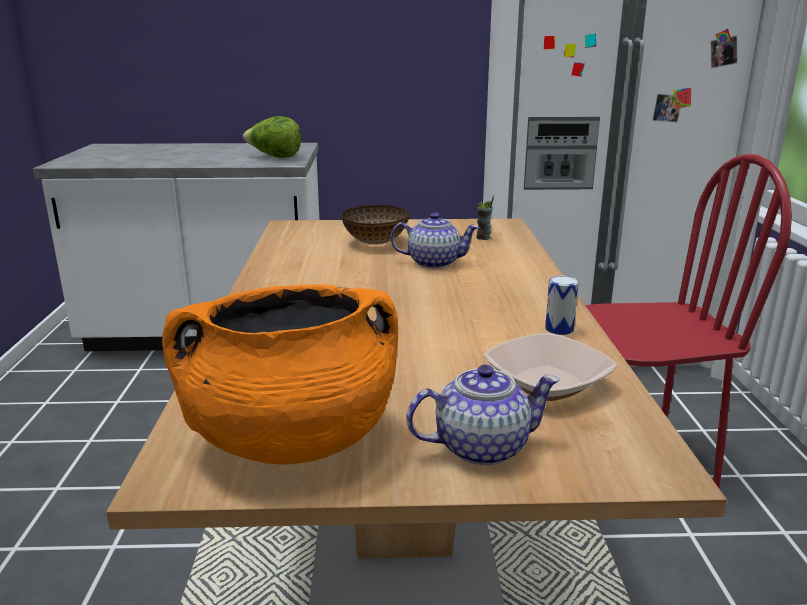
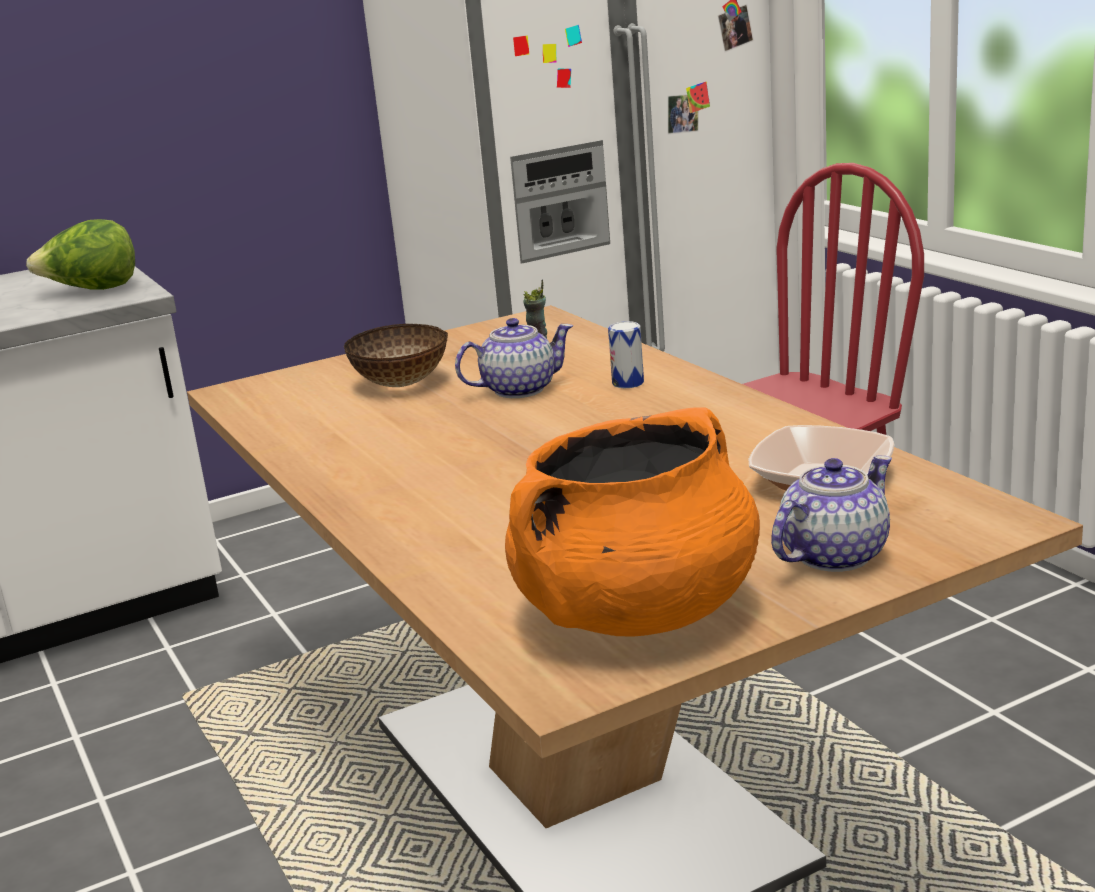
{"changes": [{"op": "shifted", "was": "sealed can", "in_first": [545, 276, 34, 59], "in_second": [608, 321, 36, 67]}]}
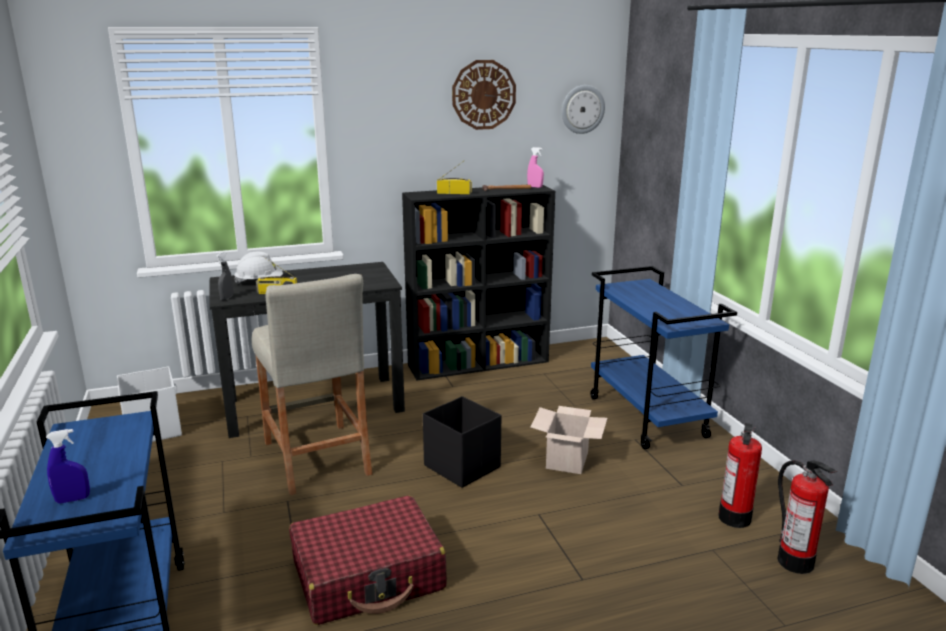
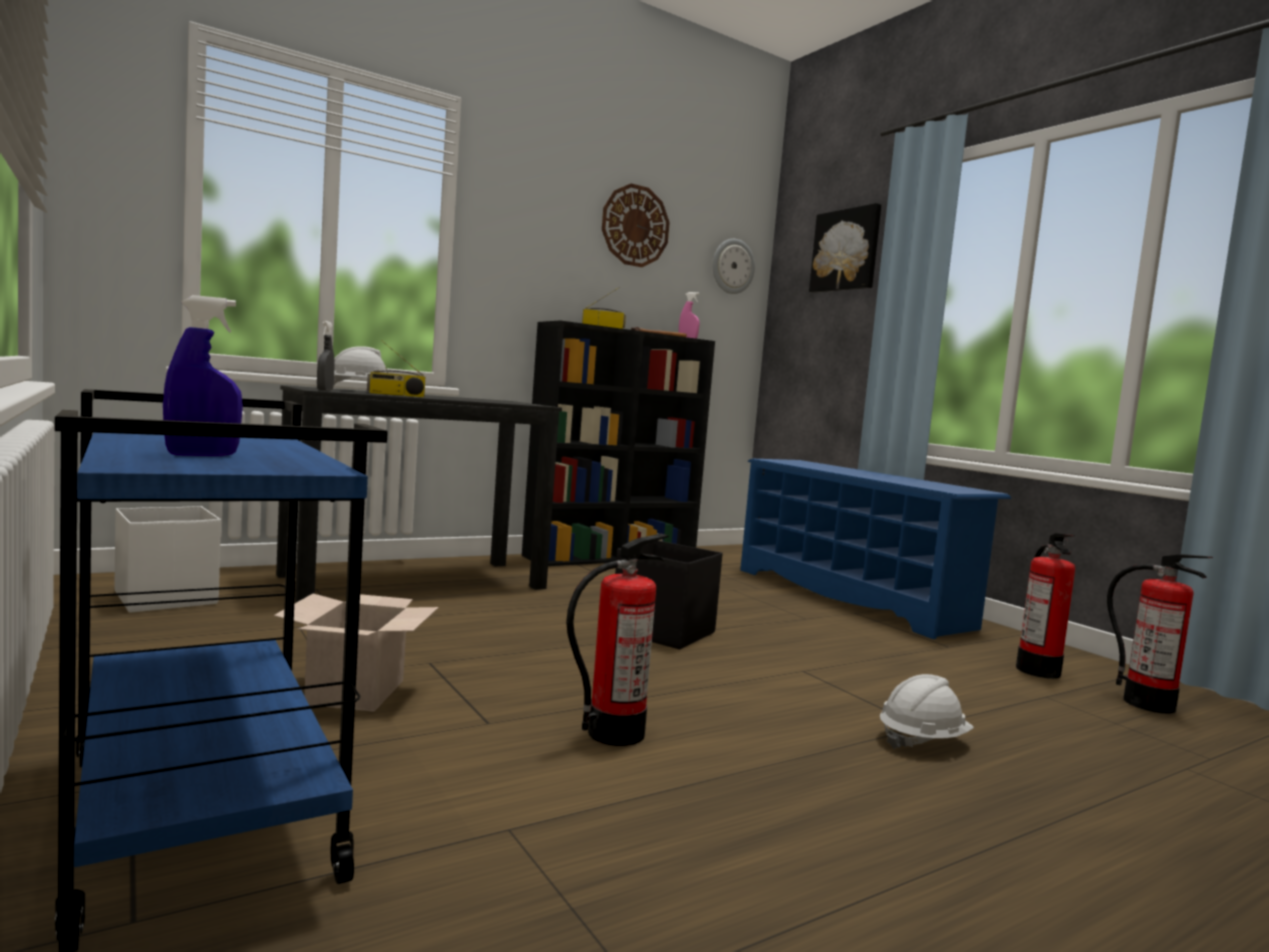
{"changes": [{"op": "gone", "was": "sand-coloured stool seat", "in_first": [252, 274, 120, 221]}, {"op": "new", "now": "wall picture", "in_second": [809, 203, 72, 90]}, {"op": "new", "now": "white hard hat", "in_second": [880, 674, 94, 75]}, {"op": "shifted", "was": "packing box", "in_first": [531, 406, 76, 68], "in_second": [274, 593, 165, 119]}, {"op": "swapped", "was": "red-coloured piece of luggage", "now": "extinguisher", "in_first": [289, 496, 158, 129], "in_second": [566, 534, 103, 212]}, {"op": "swapped", "was": "blue-coloured cart", "now": "blue-coloured shoe shelf", "in_first": [590, 266, 147, 183], "in_second": [740, 459, 271, 180]}]}
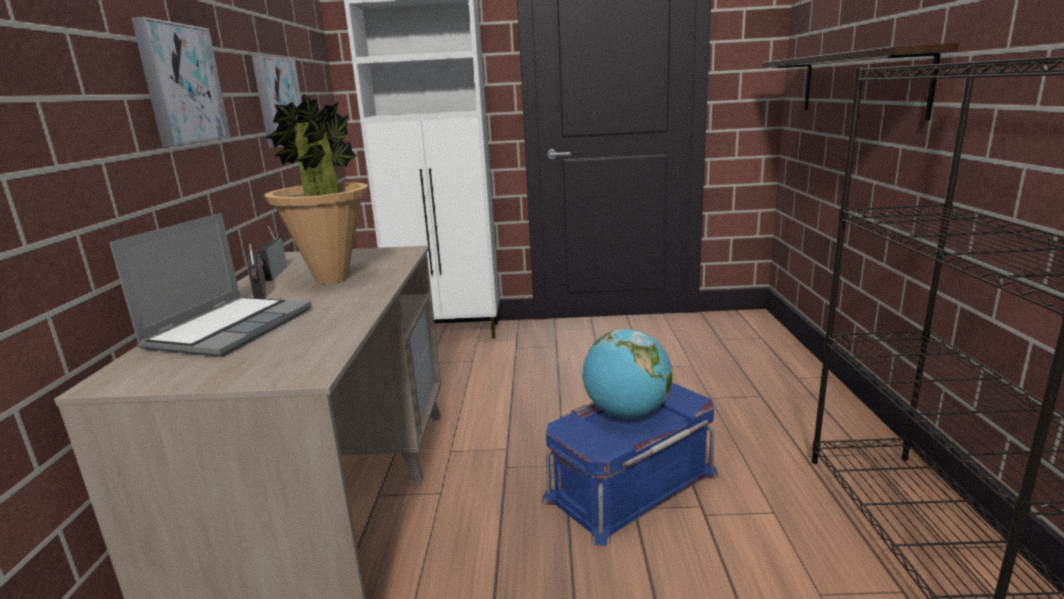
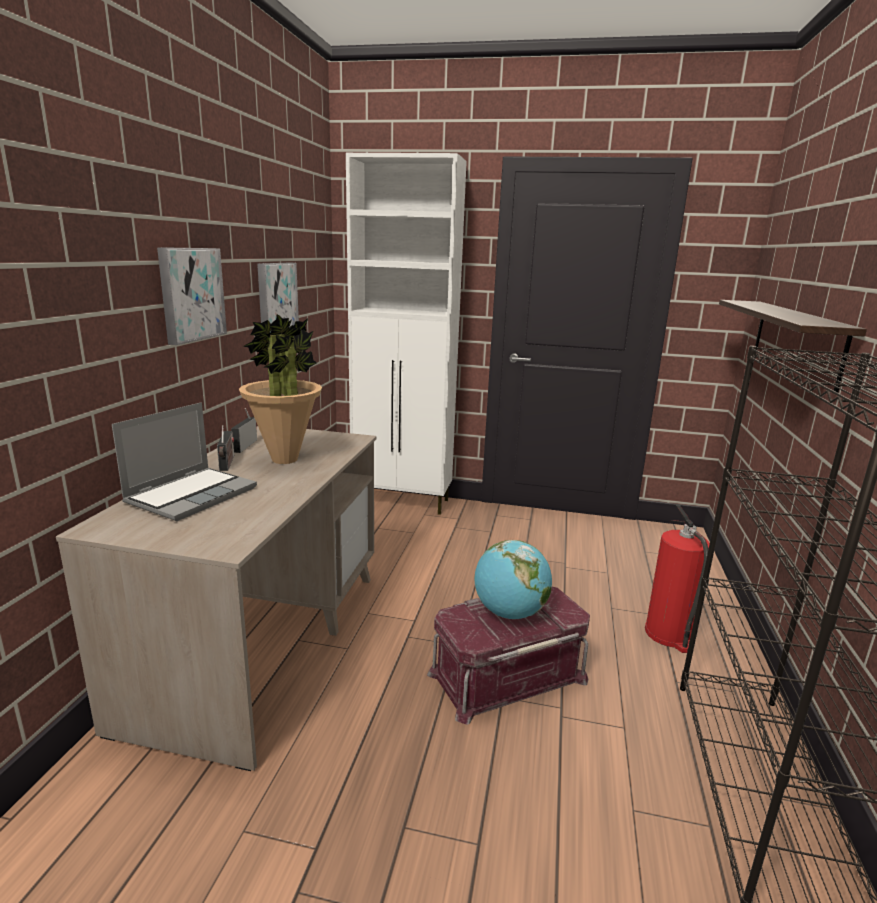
{"changes": [{"op": "new", "now": "extinguisher", "in_second": [645, 504, 65, 149]}, {"op": "repainted", "was": "blue-coloured storage box", "now": "red-coloured storage box", "in_first": [542, 383, 176, 163], "in_second": [427, 587, 163, 137]}]}
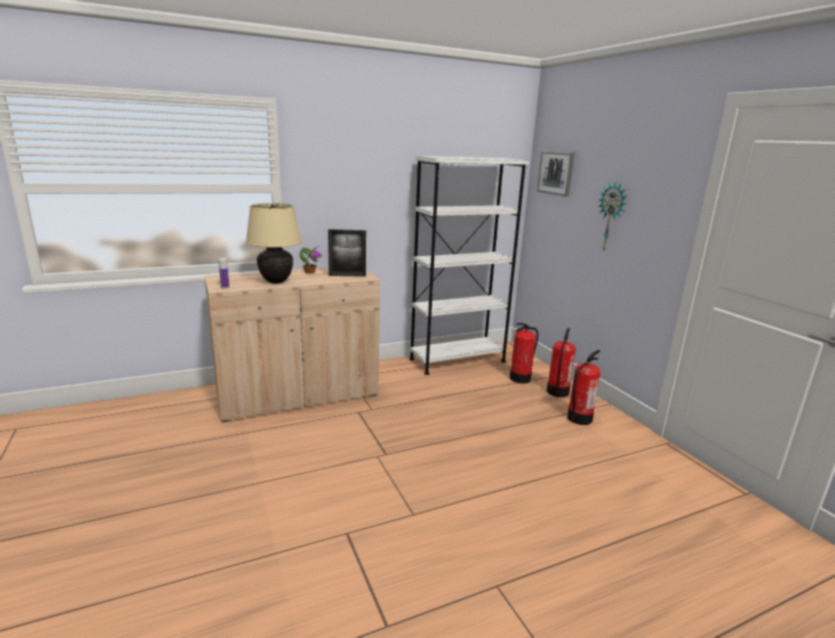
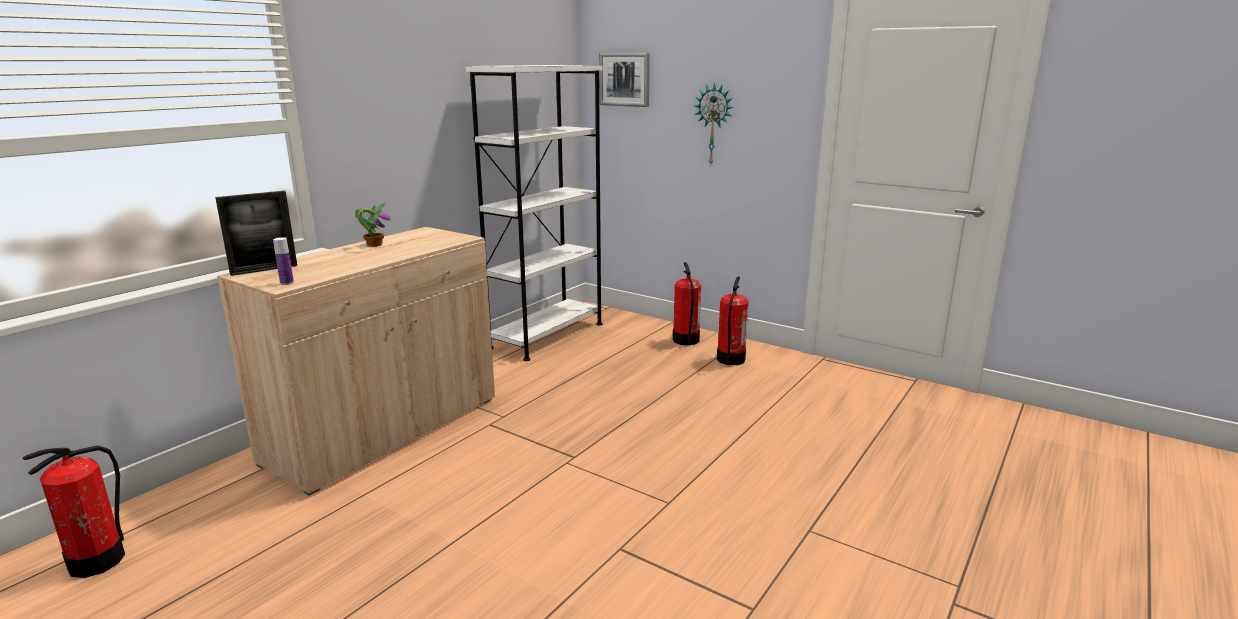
{"changes": [{"op": "gone", "was": "sand-coloured tabletop lamp", "in_first": [246, 203, 56, 81]}, {"op": "shifted", "was": "standing frame", "in_first": [328, 229, 38, 48], "in_second": [215, 191, 82, 85]}, {"op": "shifted", "was": "extinguisher", "in_first": [510, 323, 28, 61], "in_second": [22, 445, 103, 133]}]}
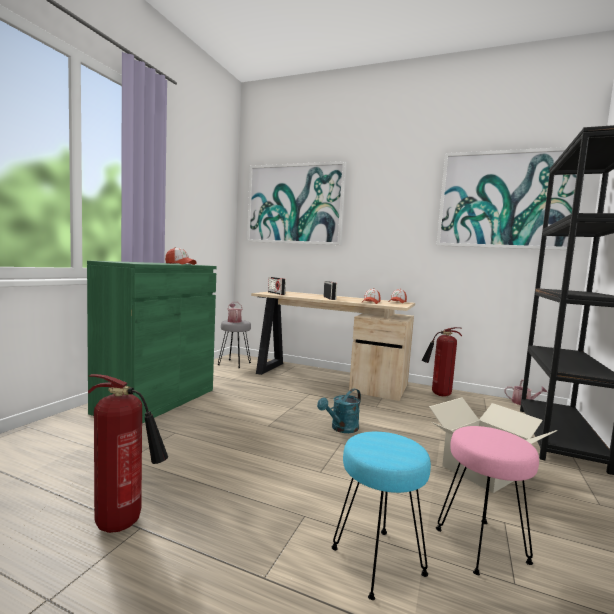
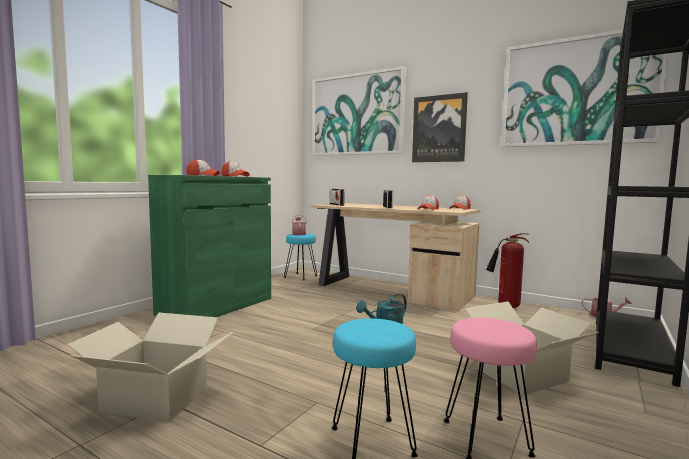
{"changes": [{"op": "new", "now": "baseball cap", "in_second": [186, 159, 34, 17]}, {"op": "new", "now": "wall picture", "in_second": [412, 92, 56, 70]}, {"op": "swapped", "was": "extinguisher", "now": "packing box", "in_first": [88, 374, 80, 159], "in_second": [67, 313, 166, 109]}, {"op": "repainted", "was": "gray stool seat", "now": "turquoise-coloured stool seat", "in_first": [218, 320, 33, 48], "in_second": [284, 234, 33, 46]}]}
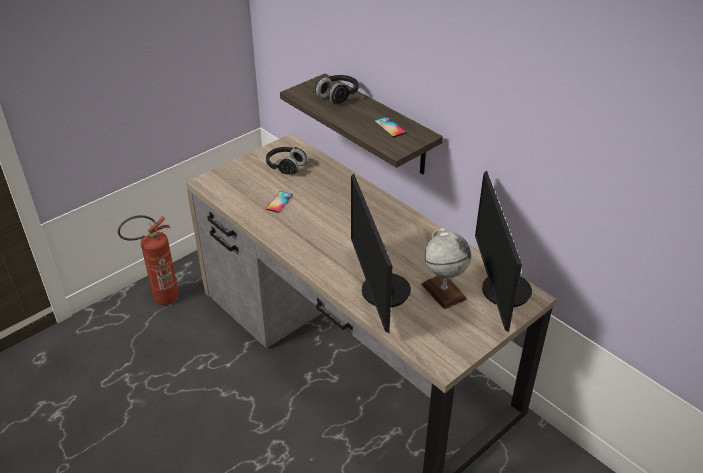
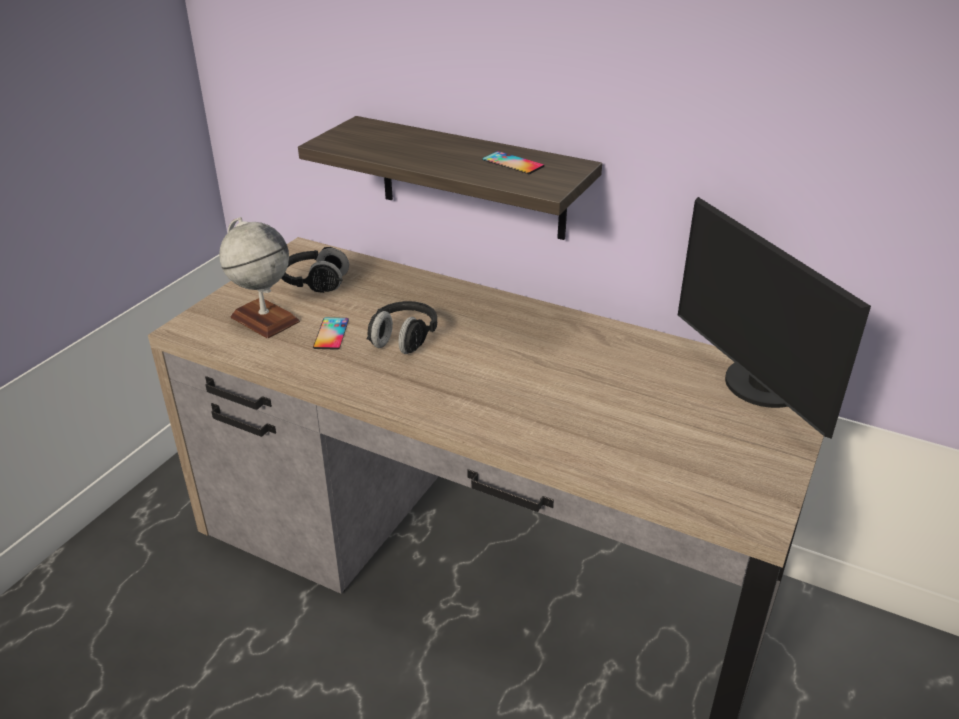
{"changes": [{"op": "gone", "was": "extinguisher", "in_first": [118, 215, 61, 90]}, {"op": "gone", "was": "computer screen", "in_first": [351, 174, 60, 159]}, {"op": "shifted", "was": "black-coloured headphones", "in_first": [313, 75, 45, 29], "in_second": [366, 301, 71, 53]}, {"op": "shifted", "was": "globe", "in_first": [421, 229, 50, 80], "in_second": [219, 217, 81, 122]}]}
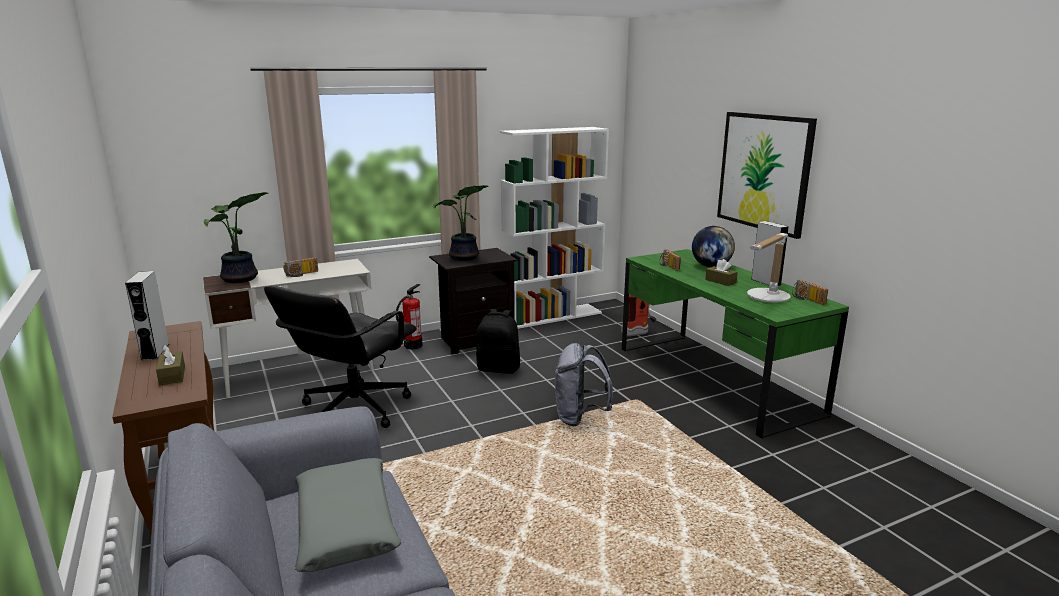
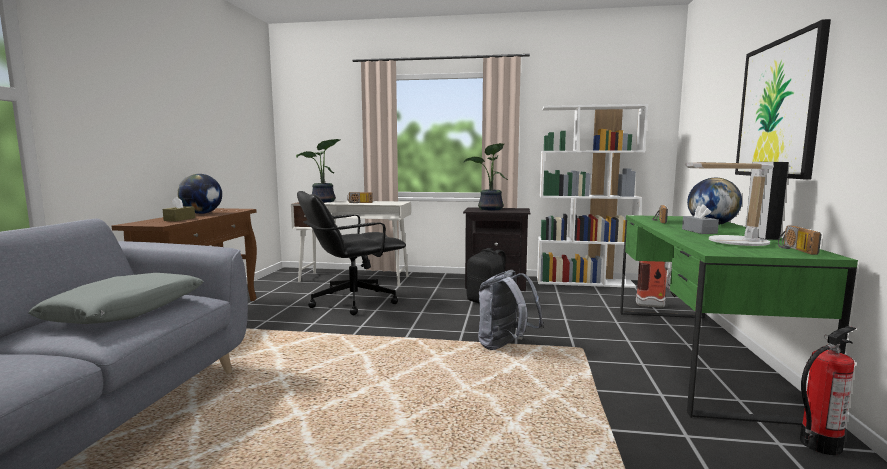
{"changes": [{"op": "shifted", "was": "extinguisher", "in_first": [396, 284, 27, 65], "in_second": [800, 326, 57, 129]}, {"op": "swapped", "was": "gray speaker", "now": "globe", "in_first": [125, 271, 44, 89], "in_second": [177, 174, 45, 40]}, {"op": "repainted", "was": "brownish tissue holder", "now": "gray tissue holder", "in_first": [705, 259, 33, 27], "in_second": [682, 204, 37, 30]}]}
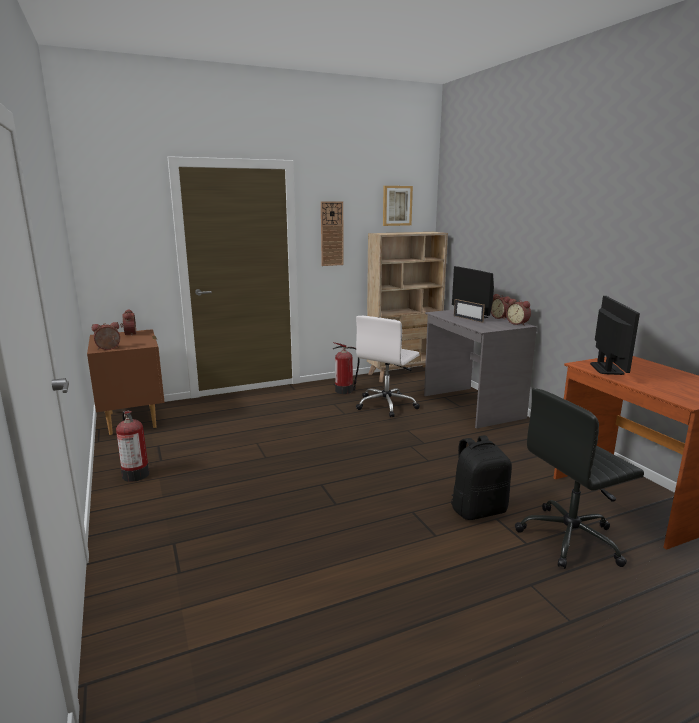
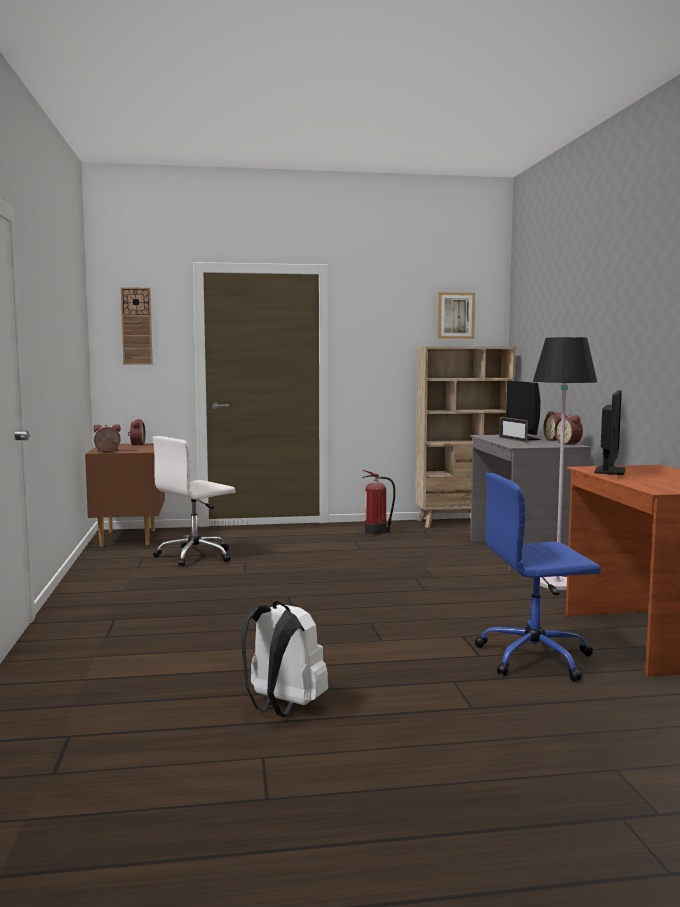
{"changes": [{"op": "gone", "was": "extinguisher", "in_first": [116, 411, 33, 71]}, {"op": "gone", "was": "black-coloured knapsack", "in_first": [451, 435, 61, 85]}, {"op": "new", "now": "white knapsack", "in_second": [241, 601, 87, 116]}, {"op": "new", "now": "black-coloured standard lamp", "in_second": [533, 337, 64, 253]}, {"op": "shifted", "was": "hanging clock", "in_first": [321, 201, 23, 65], "in_second": [121, 287, 32, 78]}, {"op": "shifted", "was": "white desk chair", "in_first": [356, 316, 64, 102], "in_second": [153, 436, 82, 131]}, {"op": "repainted", "was": "black-coloured desk chair", "now": "blue-coloured desk chair", "in_first": [515, 388, 129, 181], "in_second": [475, 473, 126, 209]}]}
